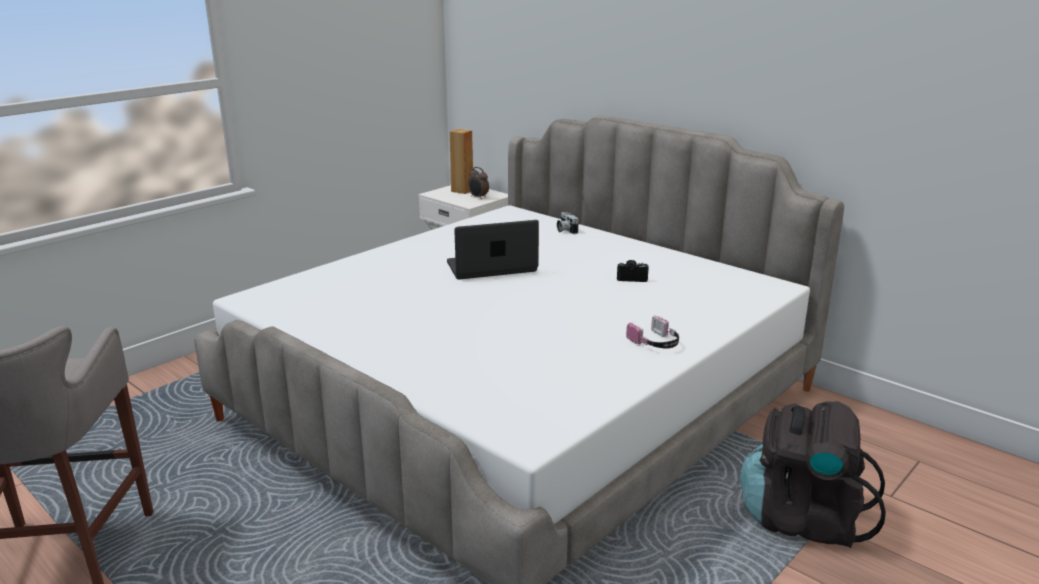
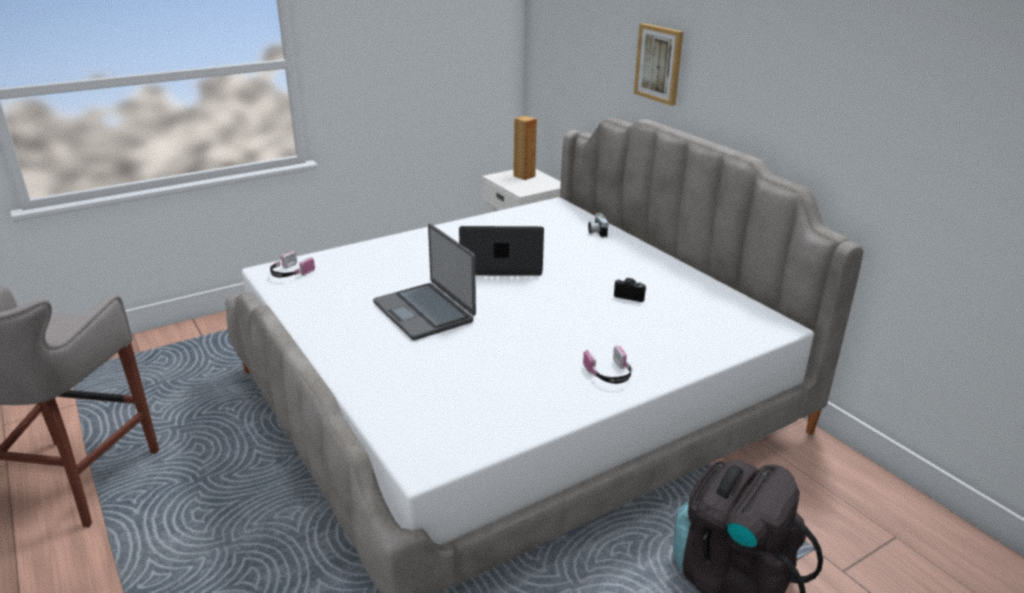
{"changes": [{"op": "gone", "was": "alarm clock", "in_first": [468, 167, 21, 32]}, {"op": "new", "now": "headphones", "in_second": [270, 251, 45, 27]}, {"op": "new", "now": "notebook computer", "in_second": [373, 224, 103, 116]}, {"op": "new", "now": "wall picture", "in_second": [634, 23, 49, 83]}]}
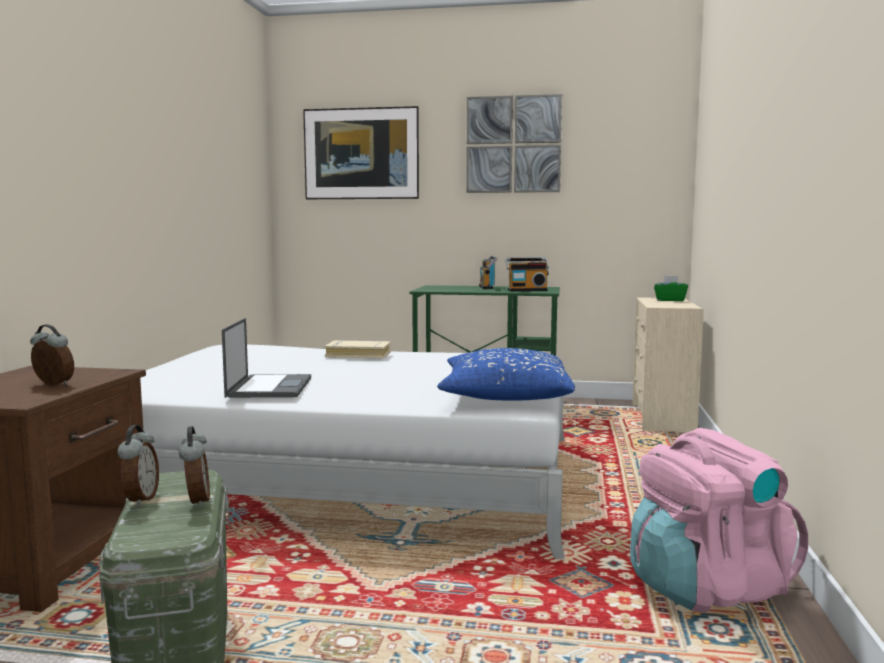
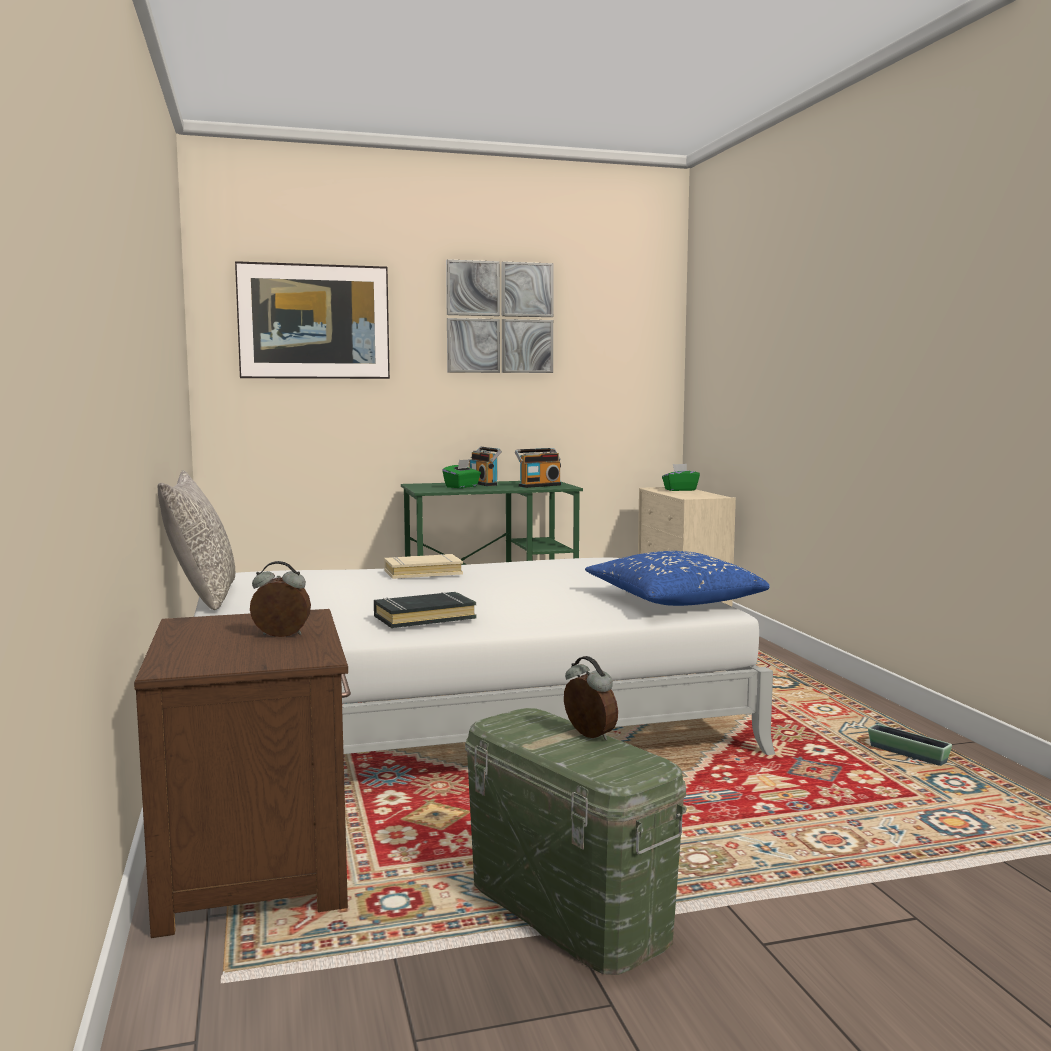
{"changes": [{"op": "gone", "was": "alarm clock", "in_first": [117, 425, 42, 81]}, {"op": "new", "now": "gray cushion", "in_second": [157, 470, 78, 140]}, {"op": "new", "now": "greenish tissue holder", "in_second": [442, 459, 39, 29]}, {"op": "swapped", "was": "notebook computer", "now": "black-coloured bound book", "in_first": [222, 318, 89, 80], "in_second": [374, 592, 102, 36]}, {"op": "swapped", "was": "pinkish knapsack", "now": "flower pot", "in_first": [630, 428, 178, 184], "in_second": [868, 724, 84, 42]}]}
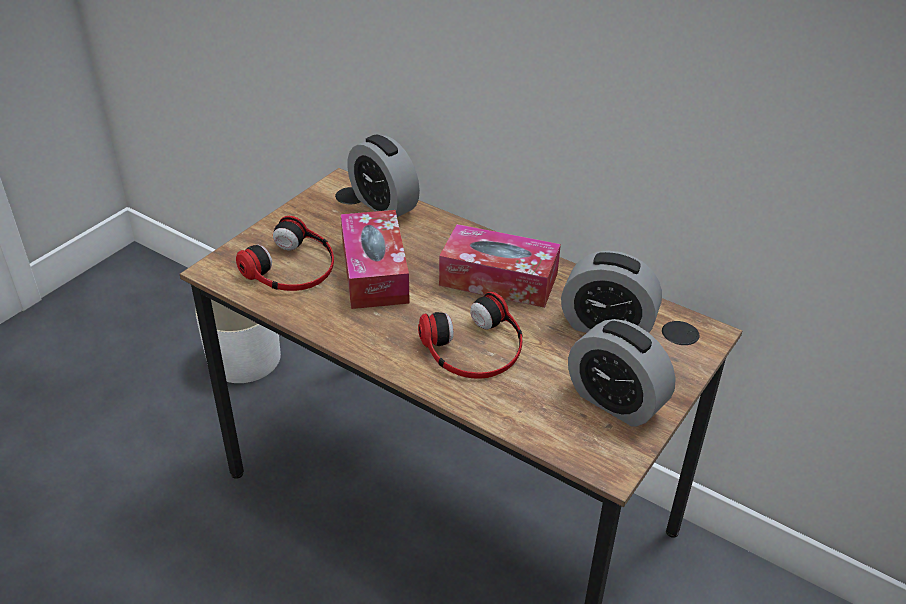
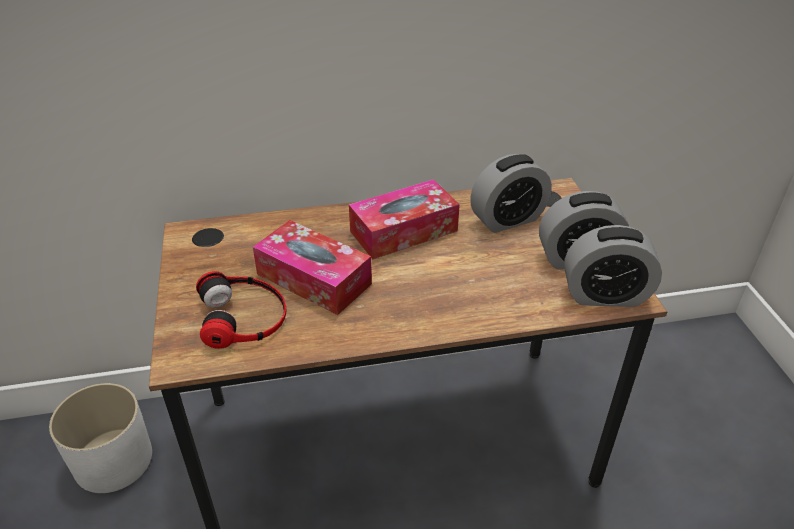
{"changes": [{"op": "gone", "was": "headphones", "in_first": [418, 292, 105, 87]}, {"op": "shifted", "was": "alarm clock", "in_first": [347, 135, 73, 82], "in_second": [564, 225, 98, 82]}]}
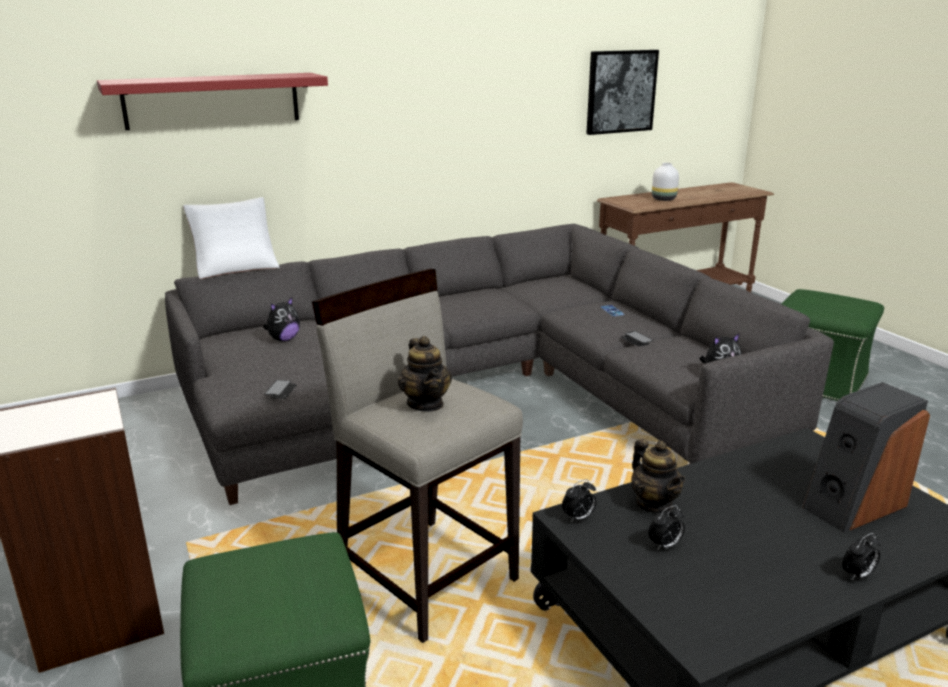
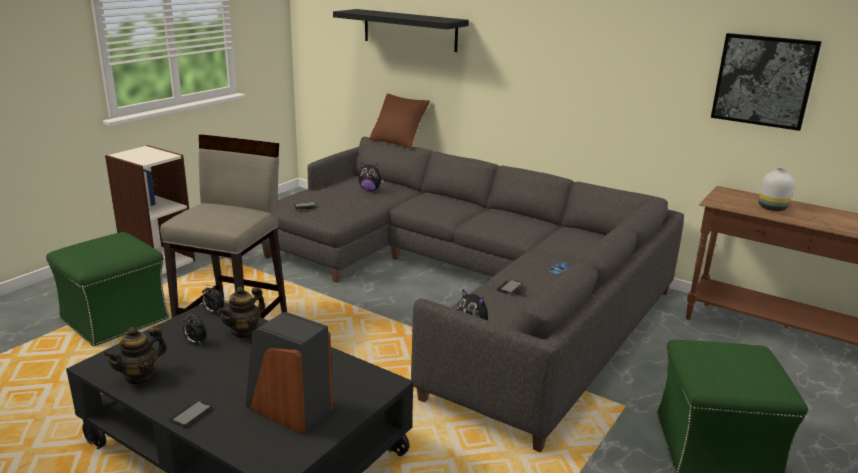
{"changes": [{"op": "shifted", "was": "tea pot", "in_first": [398, 336, 54, 76], "in_second": [103, 327, 64, 59]}, {"op": "swapped", "was": "alarm clock", "now": "telephone", "in_first": [842, 533, 39, 48], "in_second": [168, 401, 43, 25]}, {"op": "repainted", "was": "red-coloured bracket shelf", "now": "black-coloured bracket shelf", "in_first": [97, 73, 231, 57], "in_second": [333, 9, 136, 43]}, {"op": "repainted", "was": "white cushion", "now": "brownish cushion", "in_first": [183, 197, 97, 82], "in_second": [369, 94, 61, 55]}]}
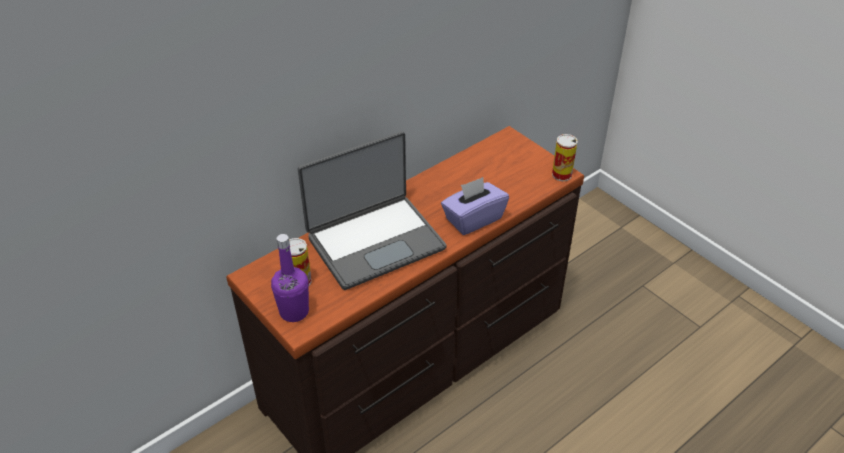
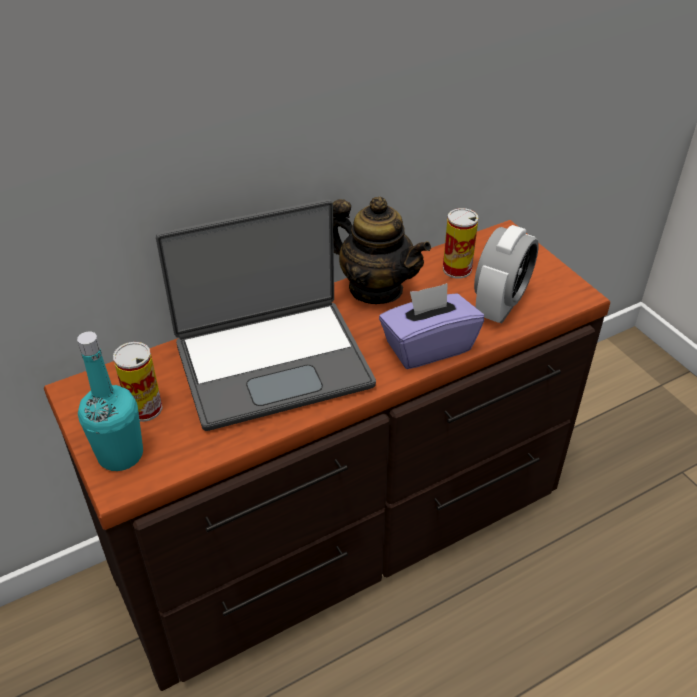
{"changes": [{"op": "new", "now": "tea pot", "in_second": [333, 196, 98, 108]}, {"op": "new", "now": "alarm clock", "in_second": [474, 225, 65, 98]}, {"op": "shifted", "was": "sealed can", "in_first": [552, 134, 26, 47], "in_second": [443, 208, 35, 70]}, {"op": "repainted", "was": "purplish bottle", "now": "turquoise-coloured bottle", "in_first": [271, 234, 38, 88], "in_second": [77, 331, 66, 140]}]}
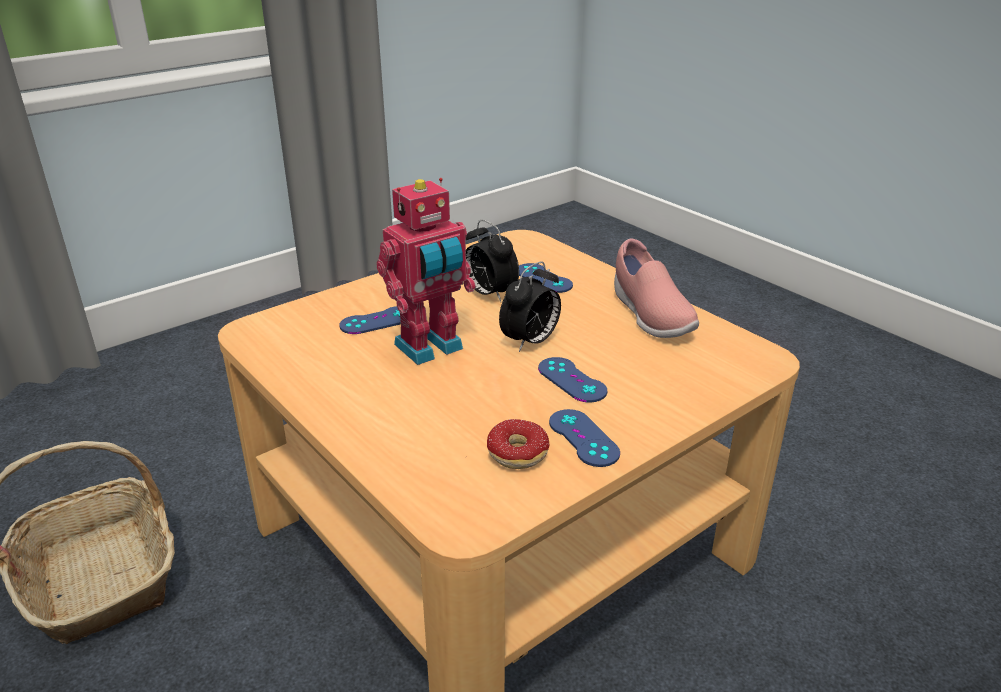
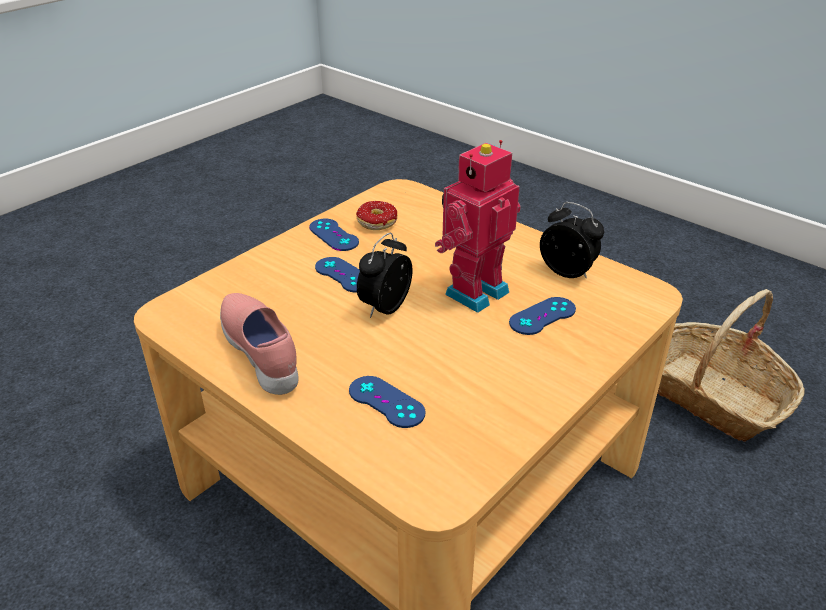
{"changes": [{"op": "shifted", "was": "alarm clock", "in_first": [466, 220, 53, 82], "in_second": [540, 202, 64, 77]}]}
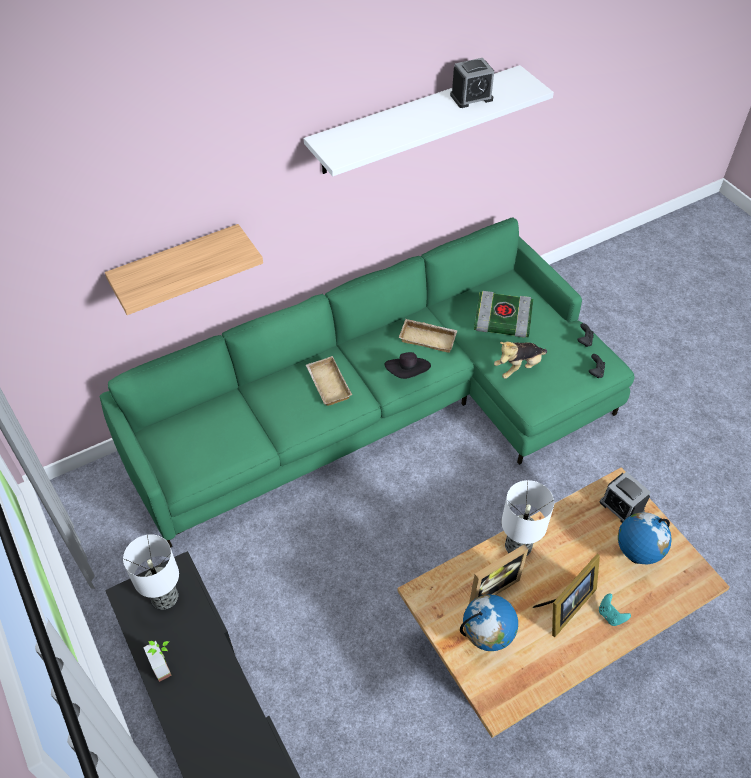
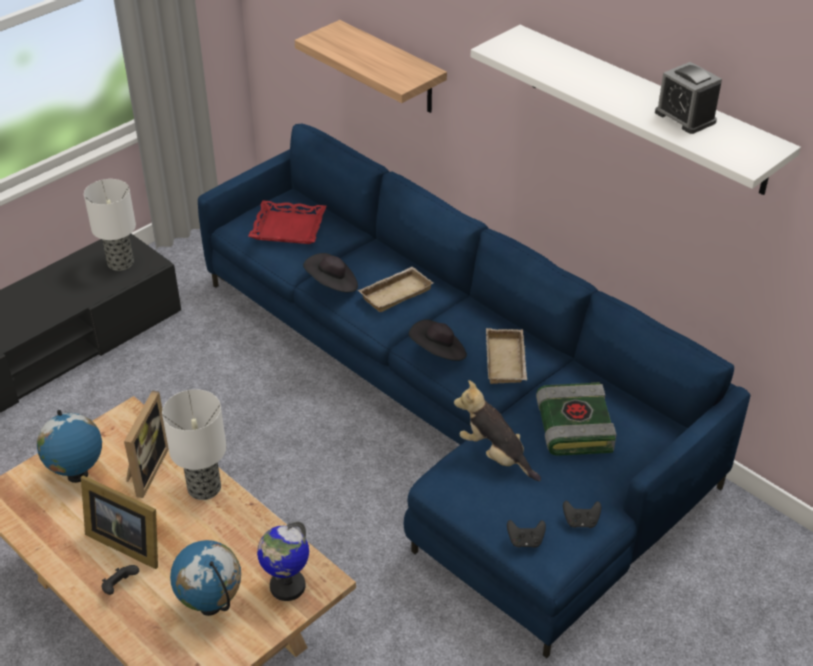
{"changes": [{"op": "gone", "was": "plant in a pot", "in_first": [143, 641, 28, 41]}, {"op": "new", "now": "red-coloured carrying tray", "in_second": [248, 201, 78, 43]}, {"op": "new", "now": "black-coloured clothing hat", "in_second": [303, 253, 55, 39]}, {"op": "swapped", "was": "alarm clock", "now": "globe", "in_first": [600, 472, 51, 51], "in_second": [257, 521, 52, 80]}, {"op": "repainted", "was": "greenish sofa", "now": "blue-coloured sofa", "in_first": [100, 217, 534, 331], "in_second": [198, 124, 552, 534]}, {"op": "repainted", "was": "turquoise-coloured gamepad", "now": "black-coloured gamepad", "in_first": [599, 593, 32, 33], "in_second": [101, 565, 38, 30]}, {"op": "rotated", "was": "standing frame", "in_first": [469, 544, 59, 60], "in_second": [124, 391, 45, 107], "clockwise": -120}]}
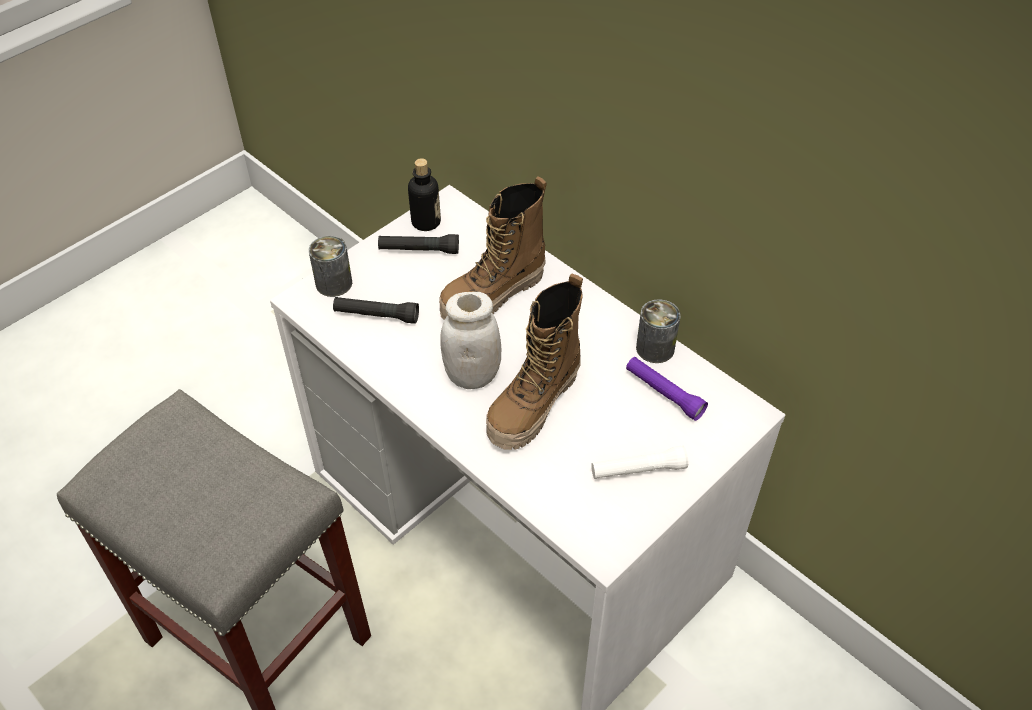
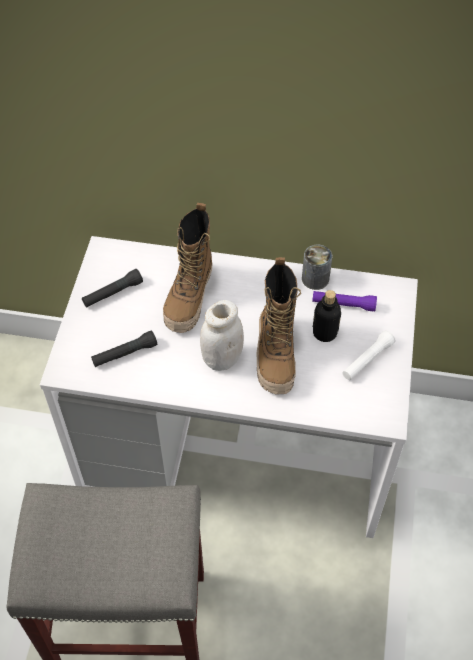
{"changes": [{"op": "gone", "was": "sealed can", "in_first": [309, 236, 43, 61]}, {"op": "shifted", "was": "bottle", "in_first": [408, 158, 33, 73], "in_second": [313, 290, 28, 52]}]}
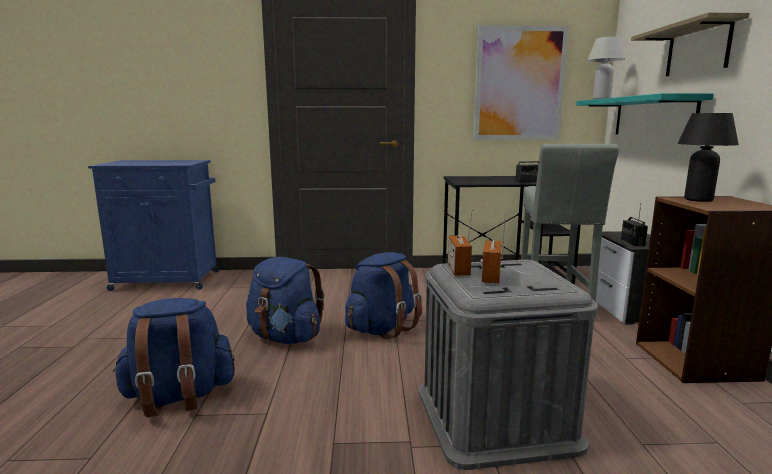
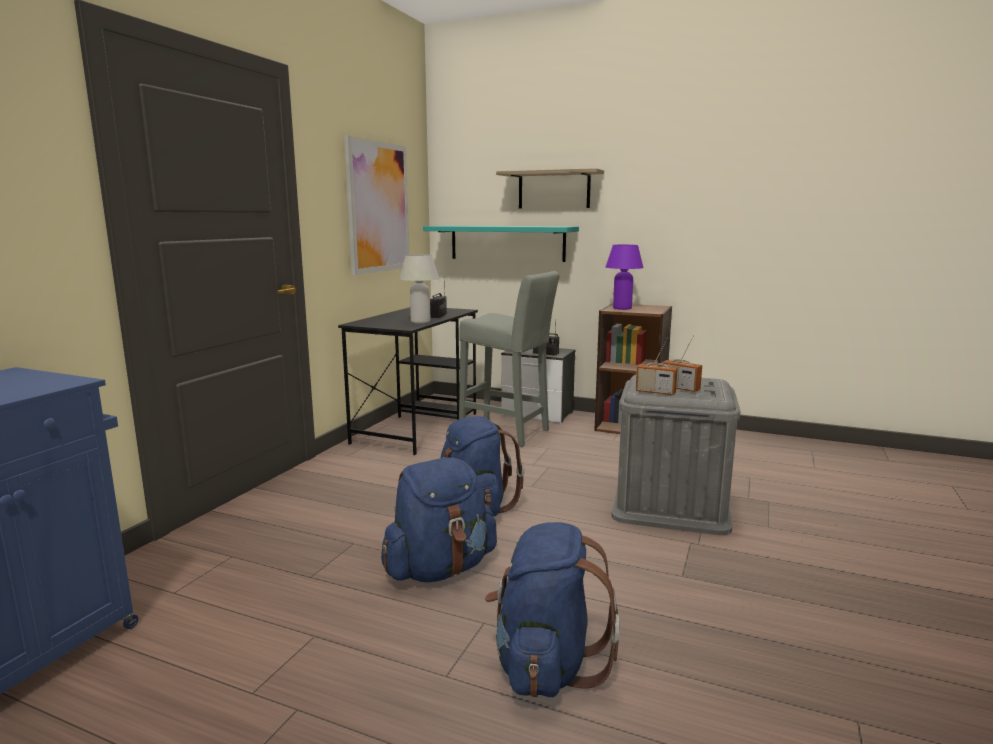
{"changes": [{"op": "shifted", "was": "white tabletop lamp", "in_first": [587, 37, 38, 62], "in_second": [399, 254, 40, 69]}, {"op": "repainted", "was": "black-coloured tabletop lamp", "now": "purplish tabletop lamp", "in_first": [677, 113, 62, 89], "in_second": [606, 245, 37, 65]}]}
